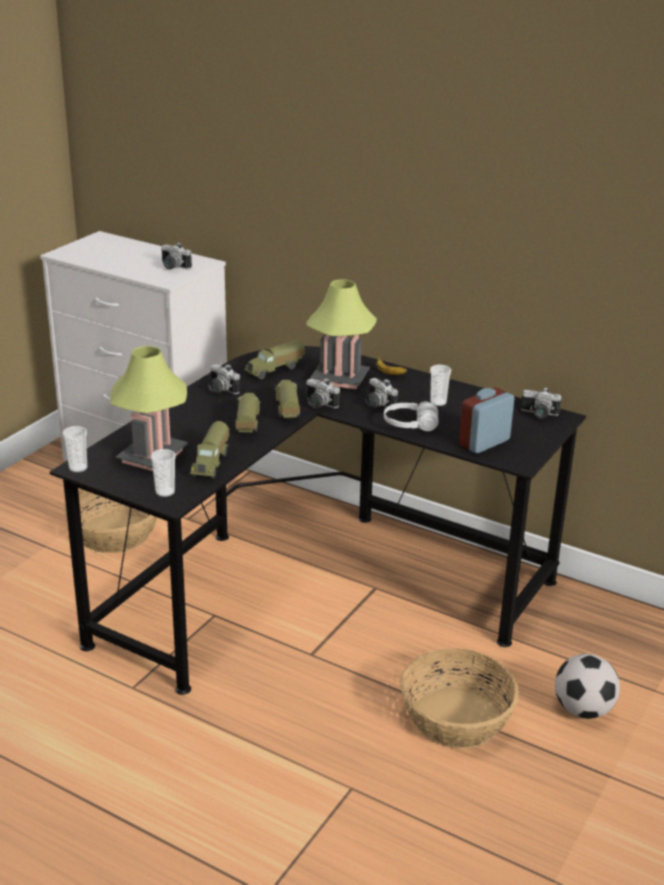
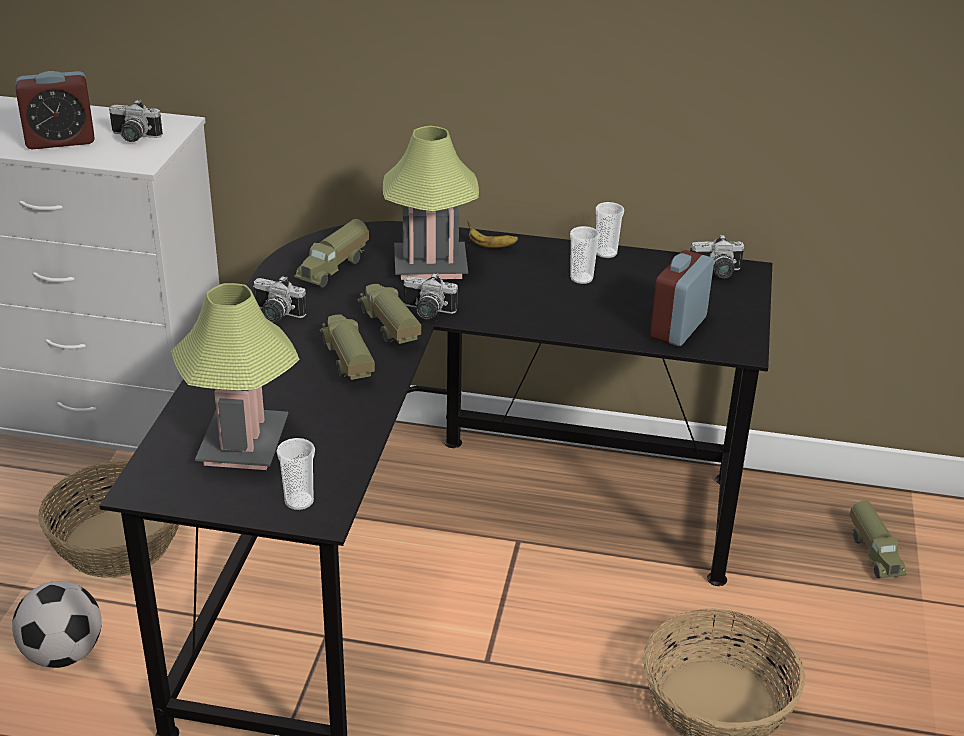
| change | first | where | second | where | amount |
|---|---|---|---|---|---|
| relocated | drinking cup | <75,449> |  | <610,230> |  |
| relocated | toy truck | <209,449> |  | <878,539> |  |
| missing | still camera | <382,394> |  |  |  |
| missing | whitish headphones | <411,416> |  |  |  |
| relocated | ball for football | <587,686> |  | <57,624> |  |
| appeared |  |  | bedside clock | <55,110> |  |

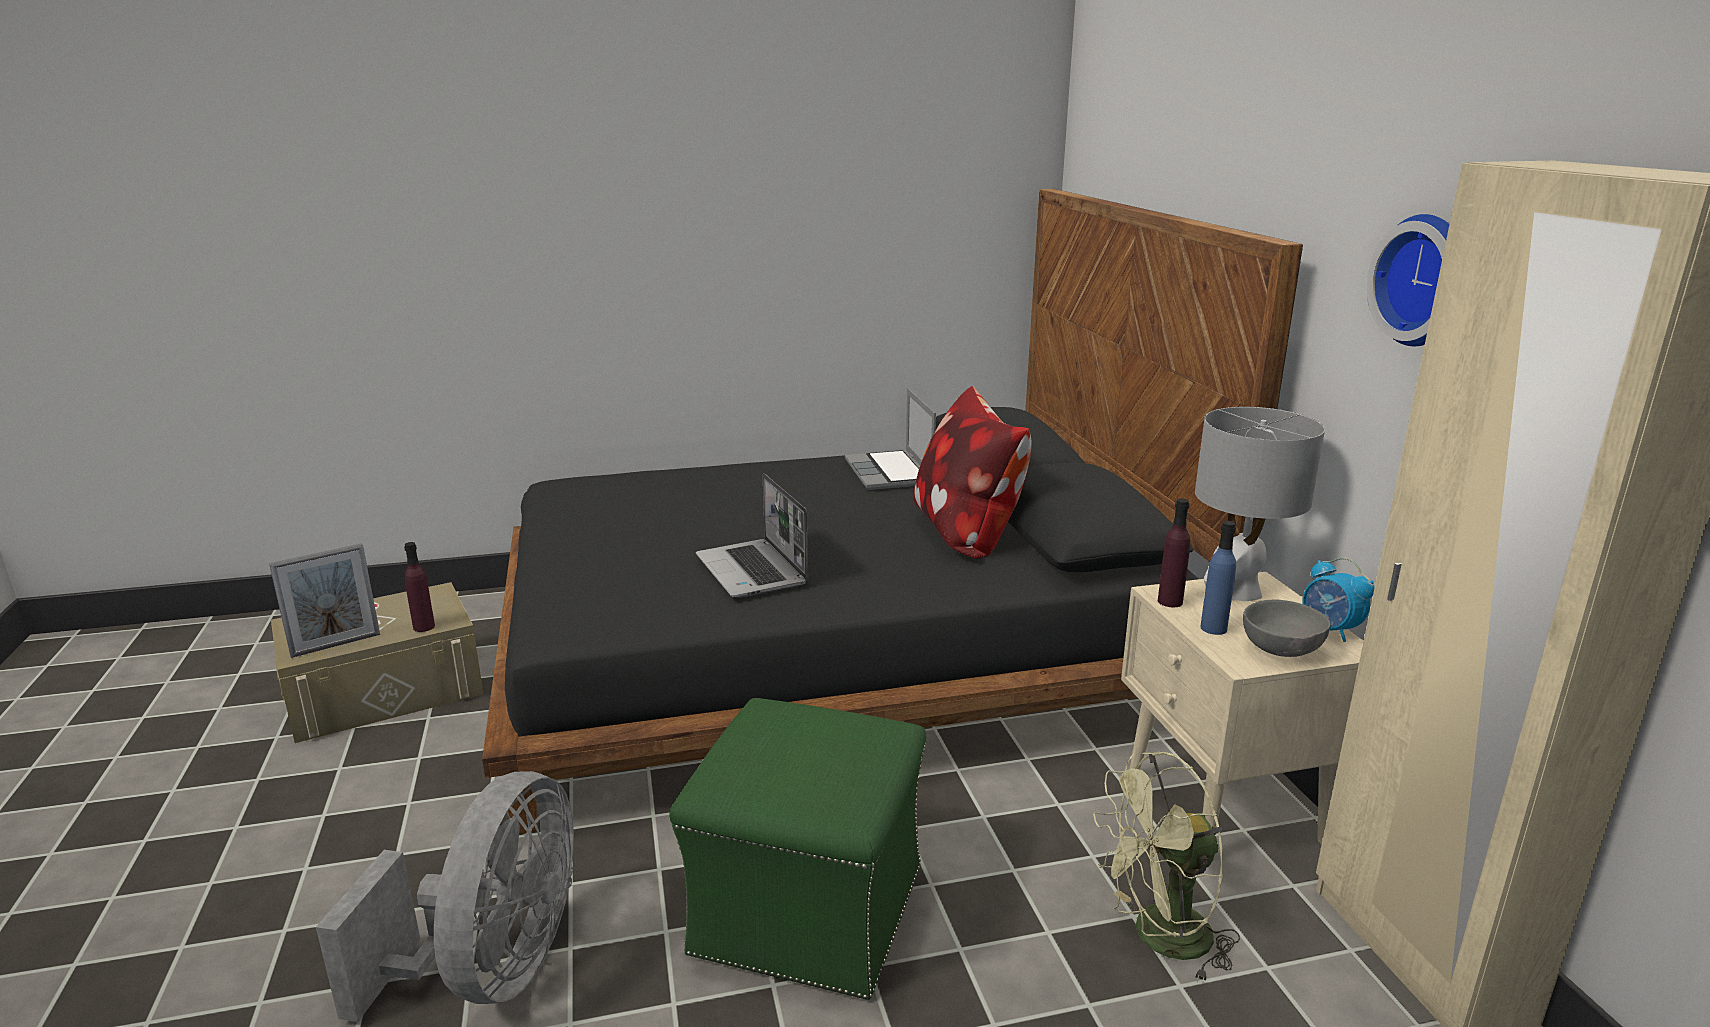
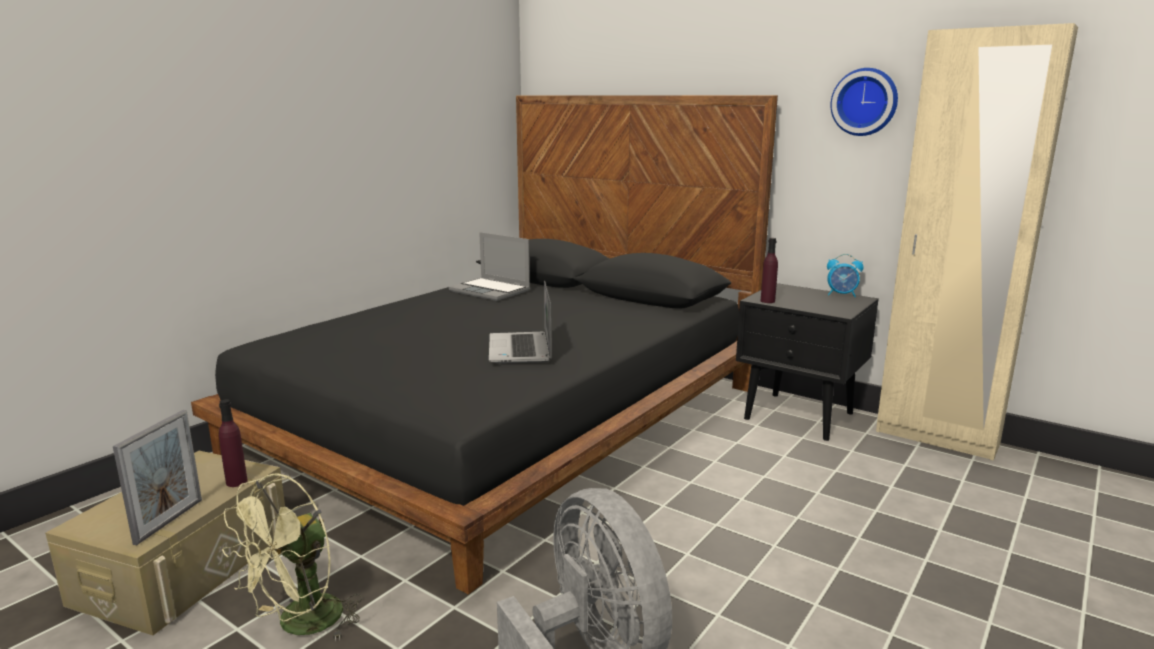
| change | first | where | second | where | amount |
|---|---|---|---|---|---|
| missing | green-coloured pouffe | <797,849> |  |  |  |
| spun | portable computer | <752,535> |  | <520,322> | 60 degrees clockwise |
| missing | pillow | <972,472> |  |  |  |
| relocated | green-coloured electric fan | <1166,867> |  | <292,557> |  |
| colour | sand-coloured bedside table | <1242,708> | black-coloured bedside table | <807,362> |  |
| missing | gray lamp for a table | <1260,504> |  |  |  |
| missing | blue-coloured drink bottle | <1218,578> |  |  |  |
| missing | gray serving bowl | <1287,628> |  |  |  |

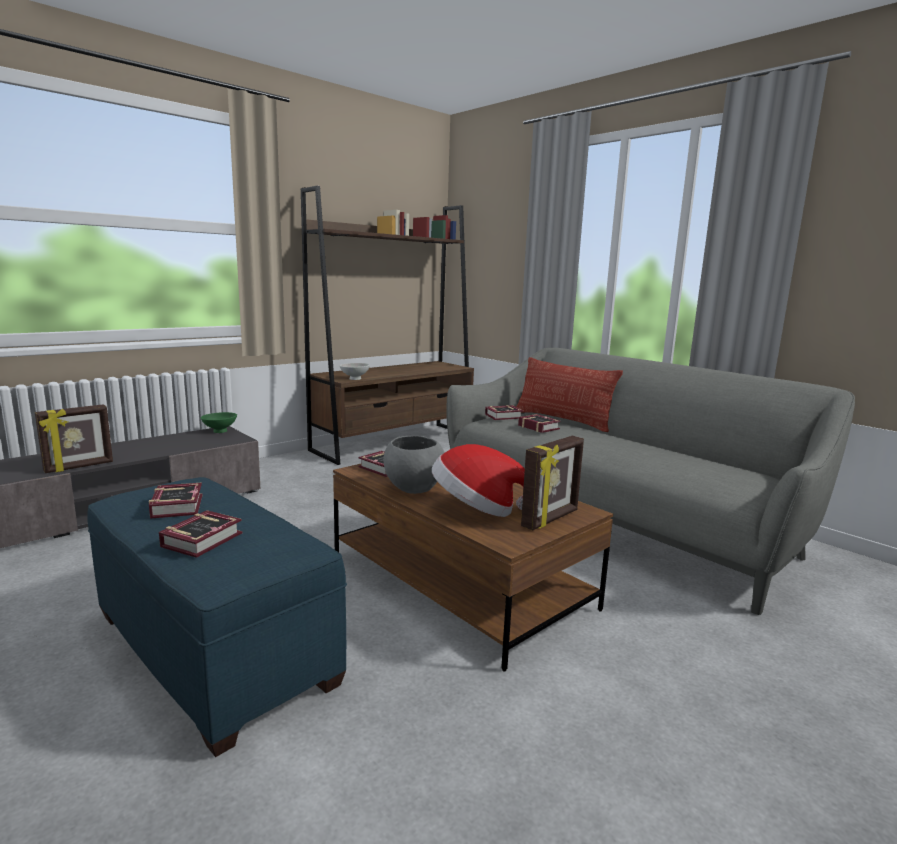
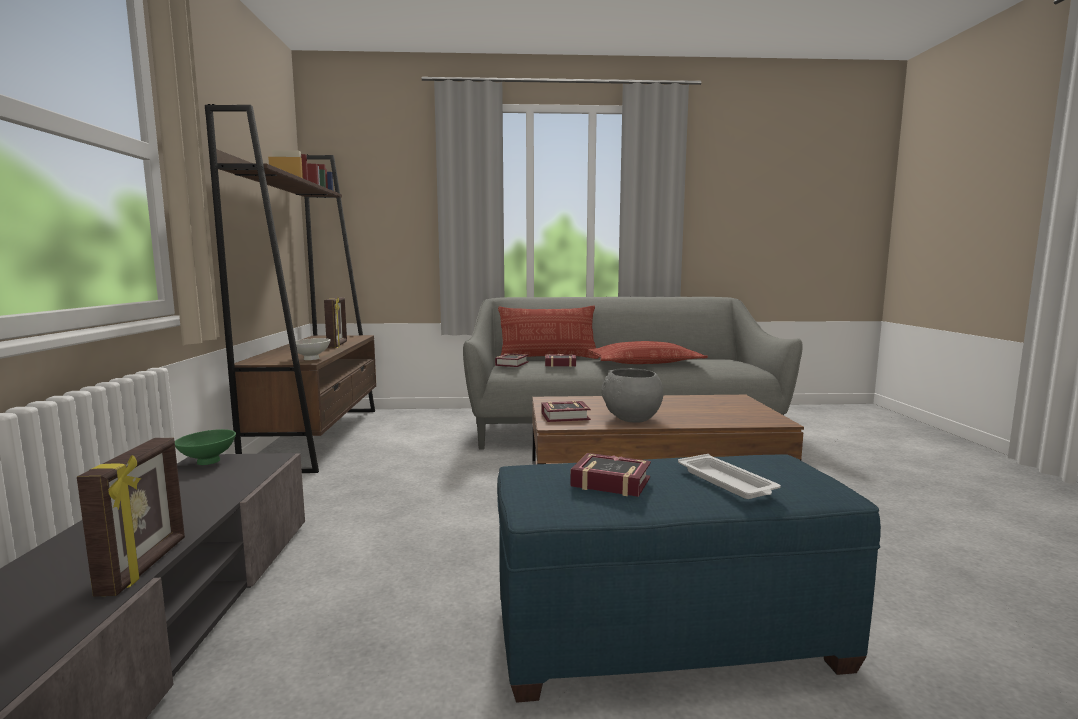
| change | first | where | second | where | amount |
|---|---|---|---|---|---|
| exchanged | book | <200,534> | whitish tray | <729,476> |  |
| missing | clothing hat | <478,480> |  |  |  |
| relocated | photo frame | <552,483> |  | <335,322> |  |
| appeared |  |  | pillow | <648,352> |  |

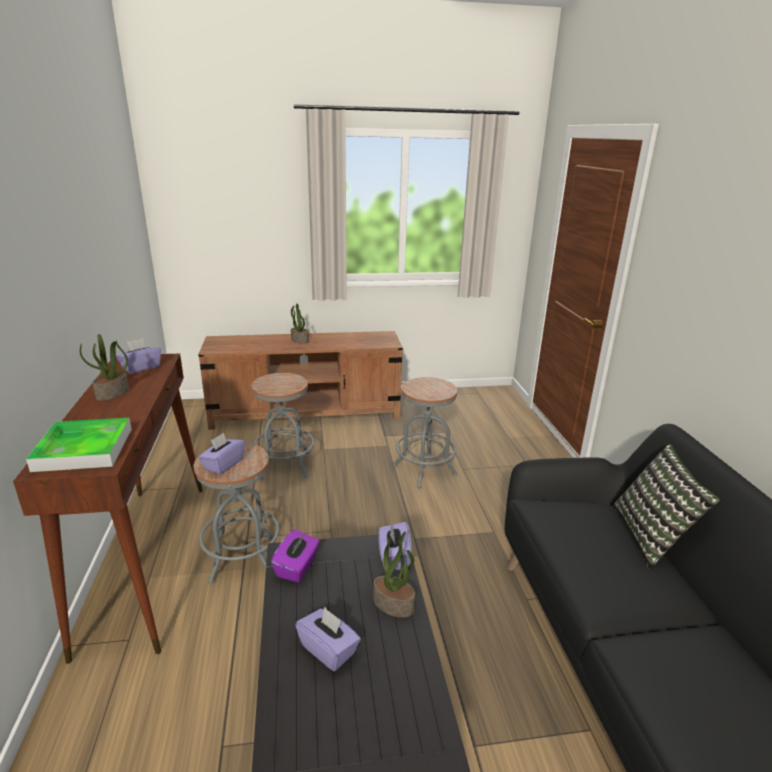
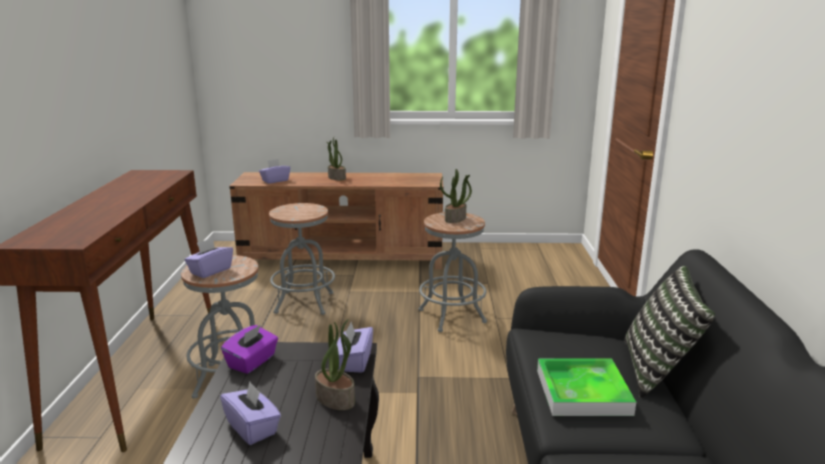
| change | first | where | second | where | amount |
|---|---|---|---|---|---|
| relocated | tray | <79,445> |  | <586,387> |  |
| relocated | houseplant | <104,367> |  | <456,196> |  |
| relocated | purple-coloured box of tissues | <138,356> |  | <274,171> |  |

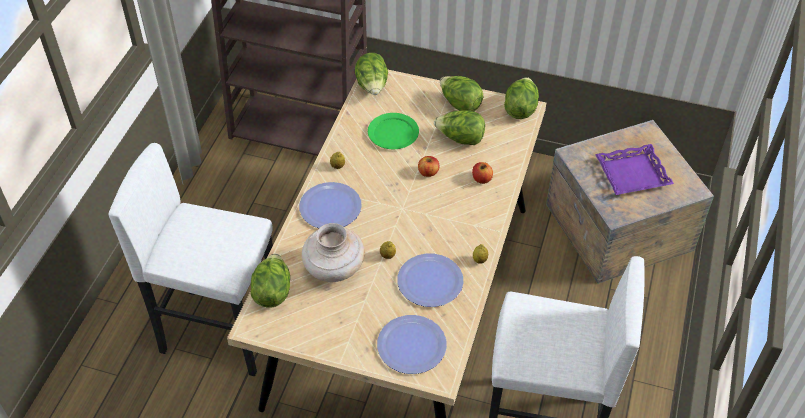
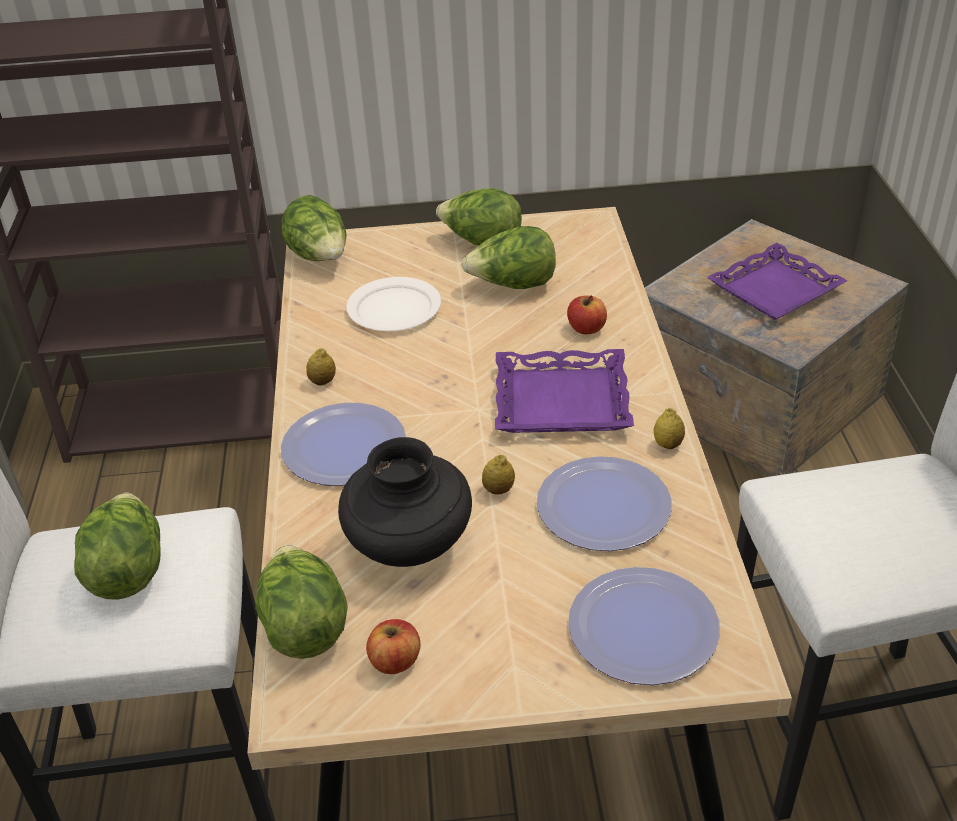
| change | first | where | second | where | amount |
|---|---|---|---|---|---|
| colour | sand-coloured vase | <333,252> | black-coloured vase | <405,502> |  |
| colour | green-coloured plate | <393,131> | whitish plate | <393,304> |  |
| relocated | apple | <428,166> |  | <393,646> |  |
| relocated | lettuce | <521,98> |  | <117,546> |  |
| appeared |  |  | purple-coloured tray | <564,391> |  |

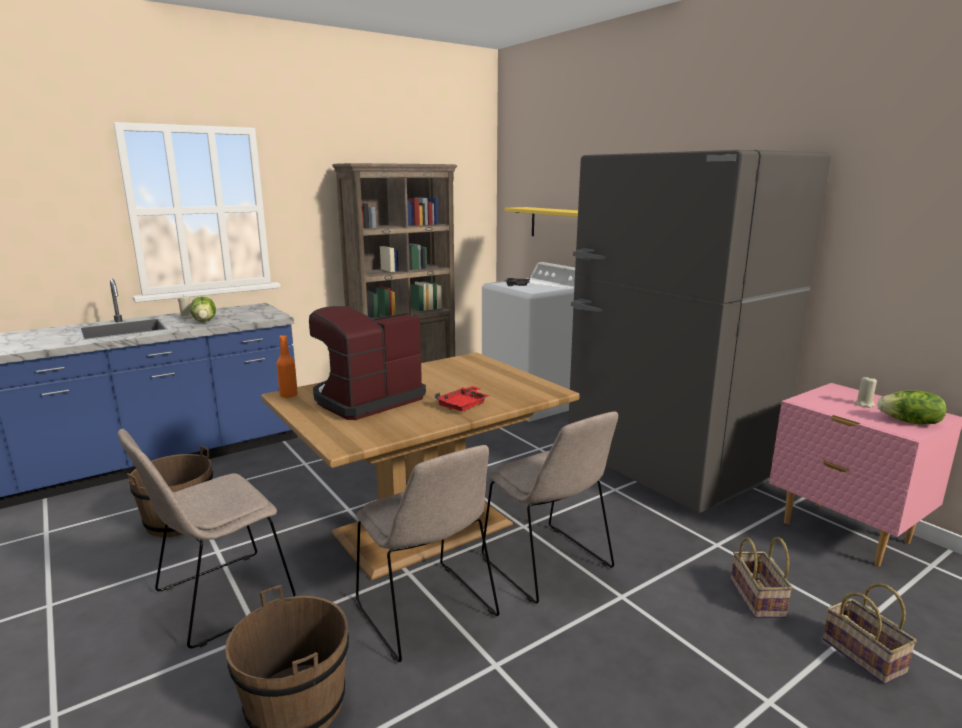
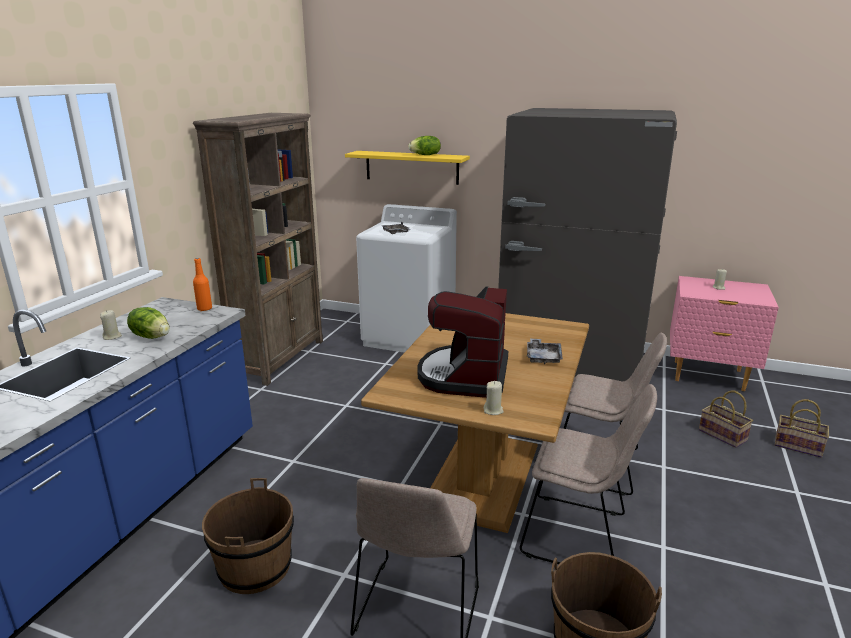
| change | first | where | second | where | amount |
|---|---|---|---|---|---|
| relocated | orange-coloured drink bottle | <287,366> |  | <202,284> |  |
| colour | reddish tray | <462,398> | gray tray | <545,351> |  |
| relocated | lettuce | <912,407> |  | <424,145> |  |
| appeared |  |  | sand-coloured wax light | <494,398> |  |

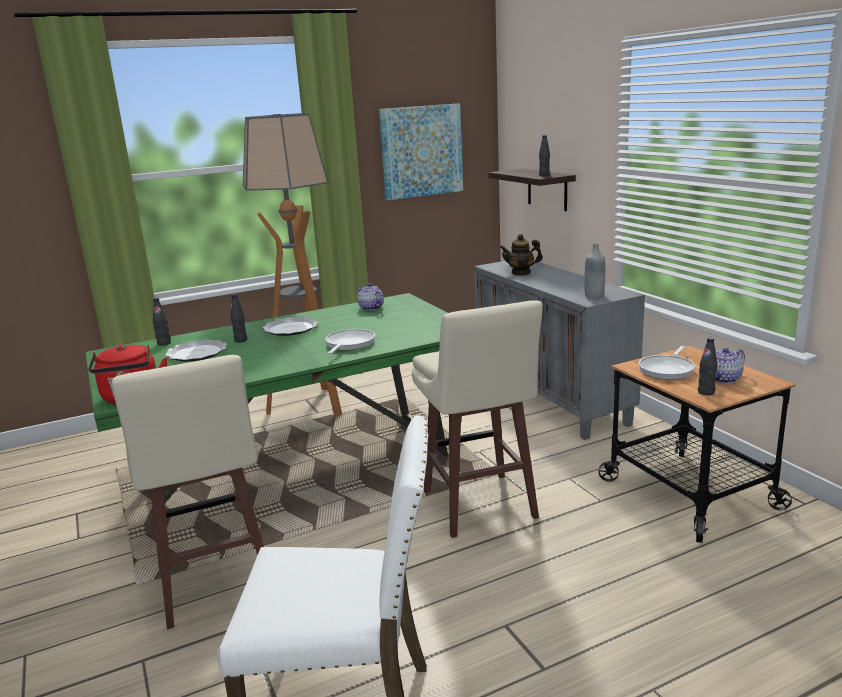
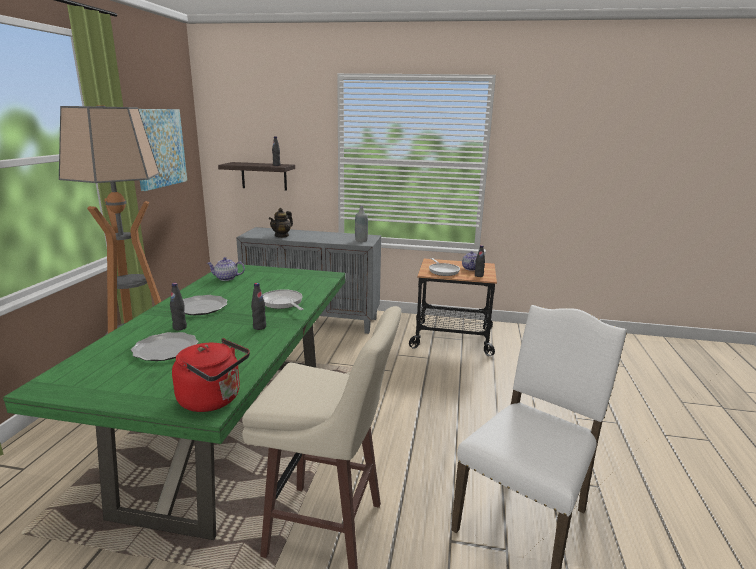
| change | first | where | second | where | amount |
|---|---|---|---|---|---|
| relocated | black-coloured drink bottle | <162,322> |  | <258,306> |  |
| missing | sand-coloured stool seat | <477,419> |  |  |  |

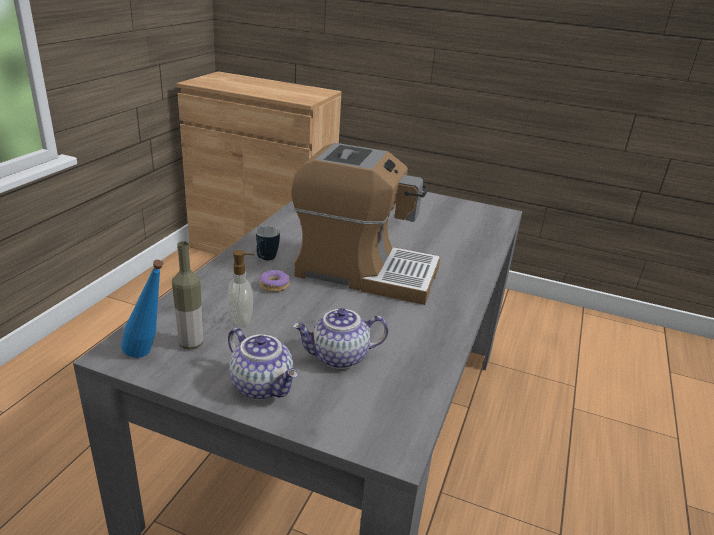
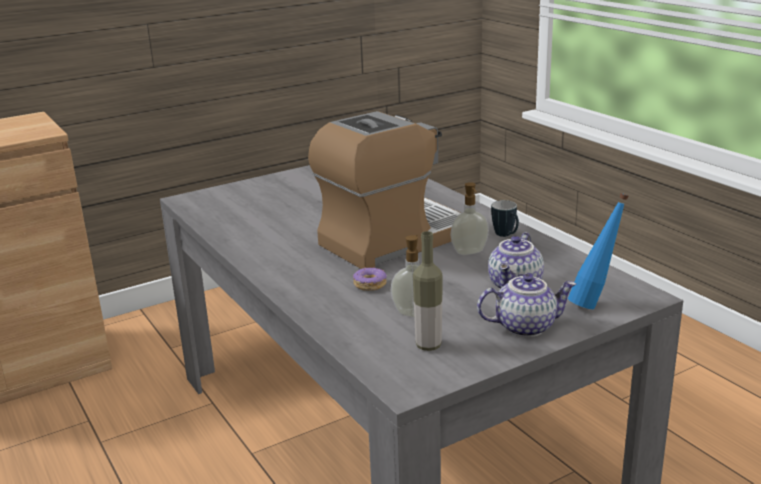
| change | first | where | second | where | amount |
|---|---|---|---|---|---|
| relocated | blue-coloured drink bottle | <142,309> |  | <598,251> |  |
| relocated | tea mug | <268,243> |  | <505,218> |  |
| appeared |  |  | liquid soap bottle | <470,218> |  |

